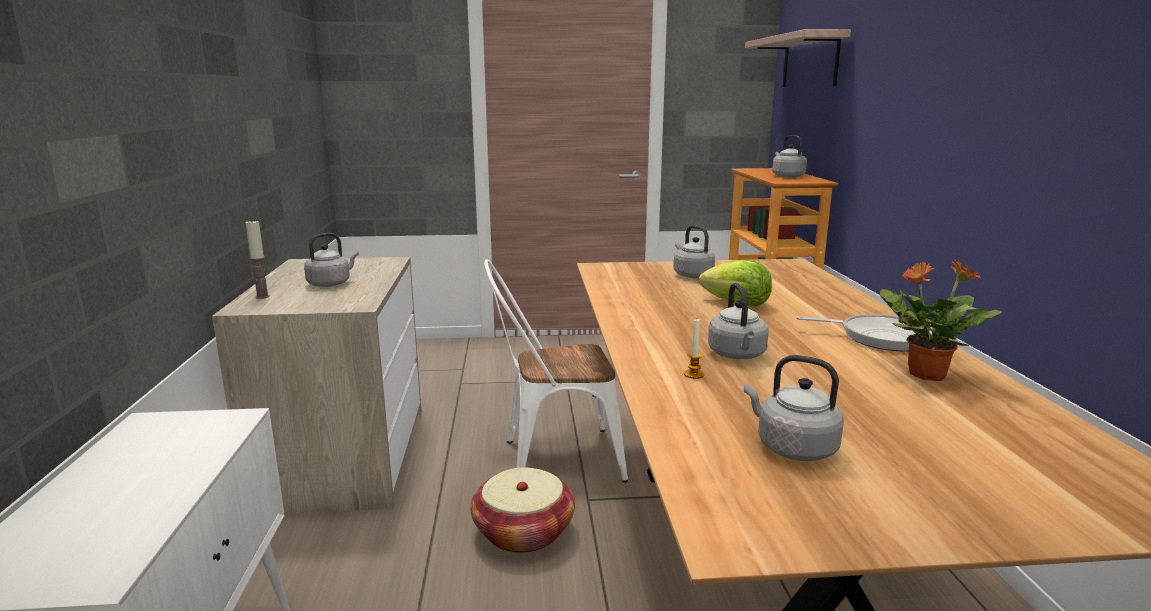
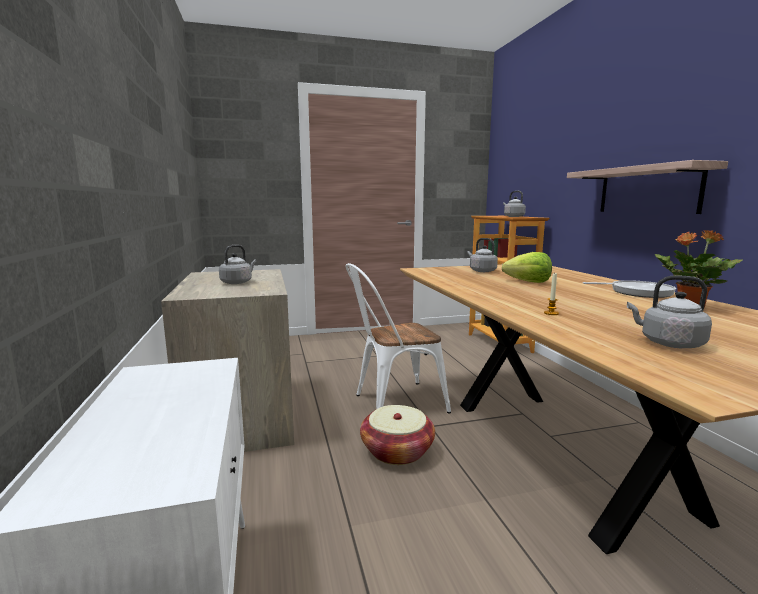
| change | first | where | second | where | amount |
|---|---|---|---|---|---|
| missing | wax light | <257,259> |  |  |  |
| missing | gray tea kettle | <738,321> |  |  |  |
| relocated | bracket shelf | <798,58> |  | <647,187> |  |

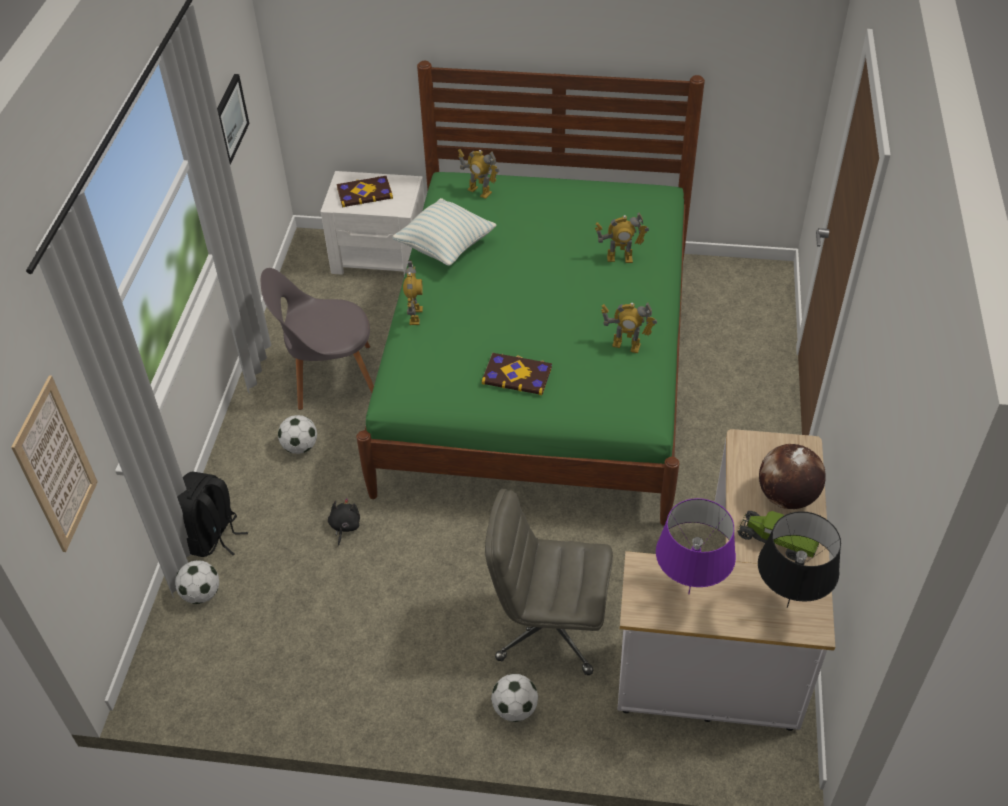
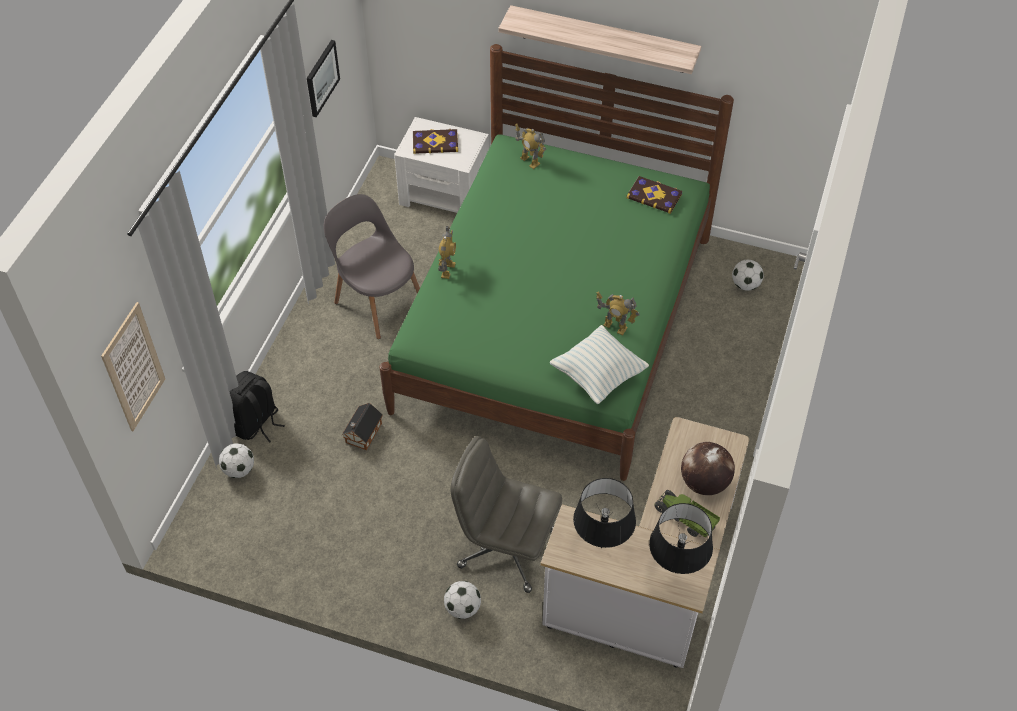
| change | first | where | second | where | amount |
|---|---|---|---|---|---|
| spun | gray chair | <317,339> |  | <372,266> | 45 degrees clockwise |
| relocated | ball for football | <297,434> |  | <748,275> |  |
| exchanged | black-coloured cuddly toy | <344,522> | toy house | <362,426> |  |
| relocated | pillow | <444,232> |  | <599,364> |  |
| relocated | book | <517,374> |  | <654,195> |  |
| missing | model robot | <622,238> |  |  |  |
| colour | purple-coloured lamp for a table | <696,546> | black-coloured lamp for a table | <604,513> |  |
| appeared |  |  | bracket shelf | <599,39> |  |

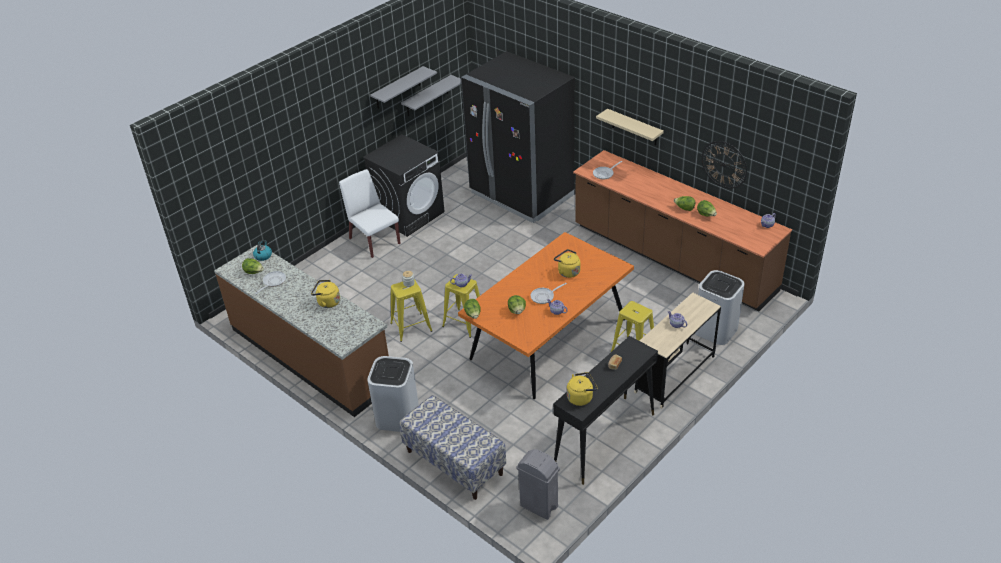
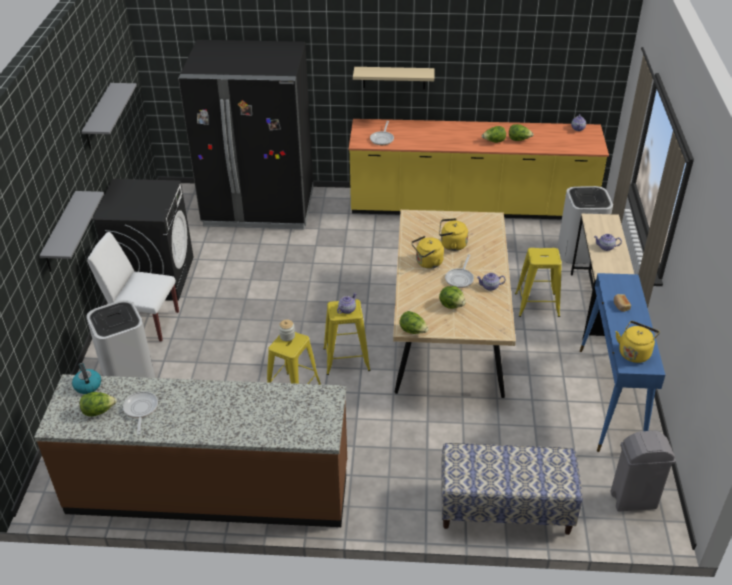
| change | first | where | second | where | amount |
|---|---|---|---|---|---|
| relocated | yellow-coloured tea kettle | <325,294> |  | <427,252> |  |
| relocated | whitish rubbish bin | <393,394> |  | <120,339> |  |
| relocated | gray bracket shelf | <431,95> |  | <71,231> |  |
| colour | orange-coloured kitchen table | <546,315> | sand-coloured kitchen table | <454,304> |  |
| colour | black-coloured narrow table | <605,410> | blue-coloured narrow table | <622,362> |  |
| colour | brown-coloured kitchen counter | <682,230> | yellow-coloured kitchen counter | <479,169> |  |
| missing | clock on the wall | <724,165> |  |  |  |

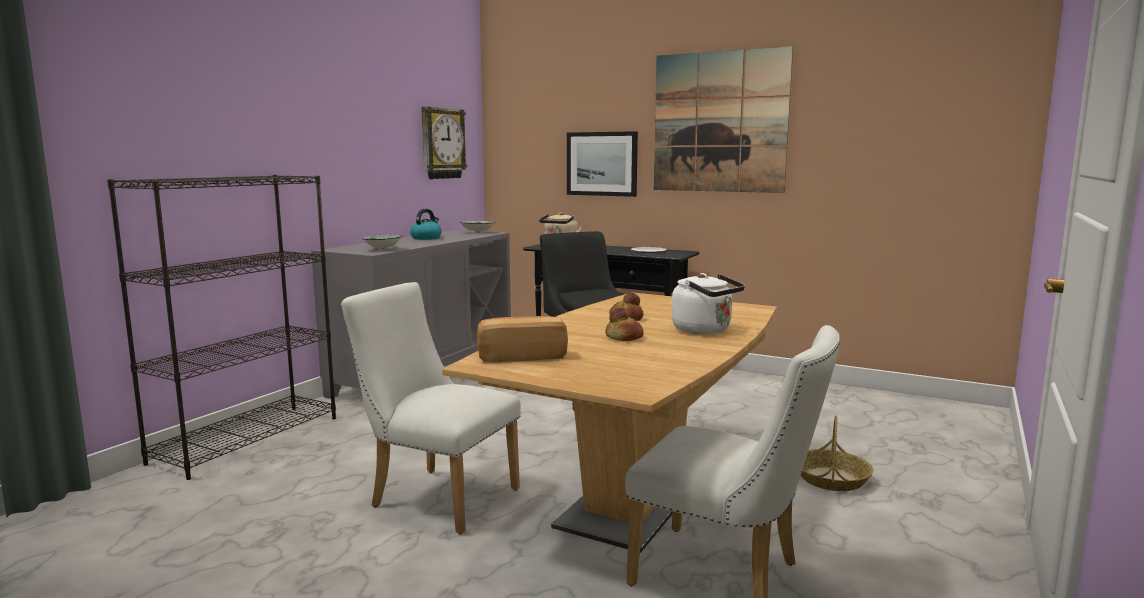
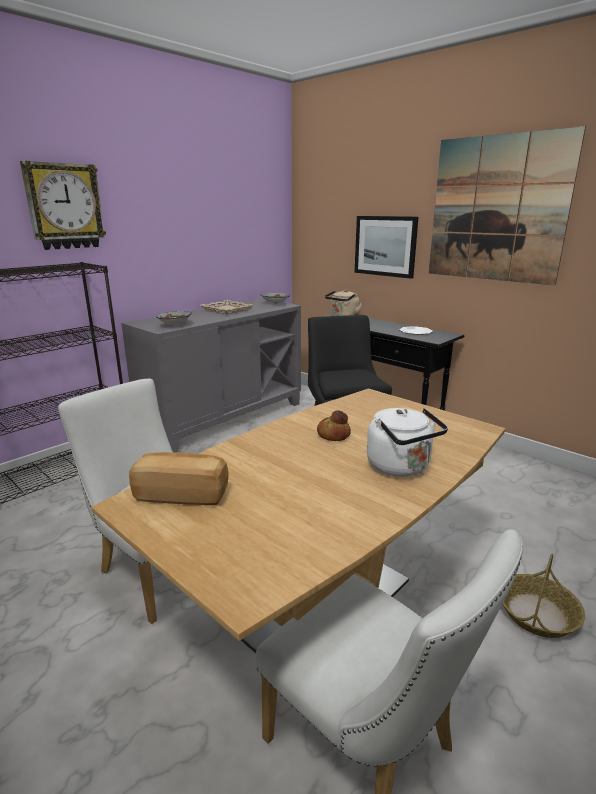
| change | first | where | second | where | amount |
|---|---|---|---|---|---|
| exchanged | tea kettle | <426,224> | sand-coloured tray | <226,307> |  |
| relocated | clock on the wall | <444,143> |  | <63,205> |  |
| missing | bread | <624,324> |  |  |  |

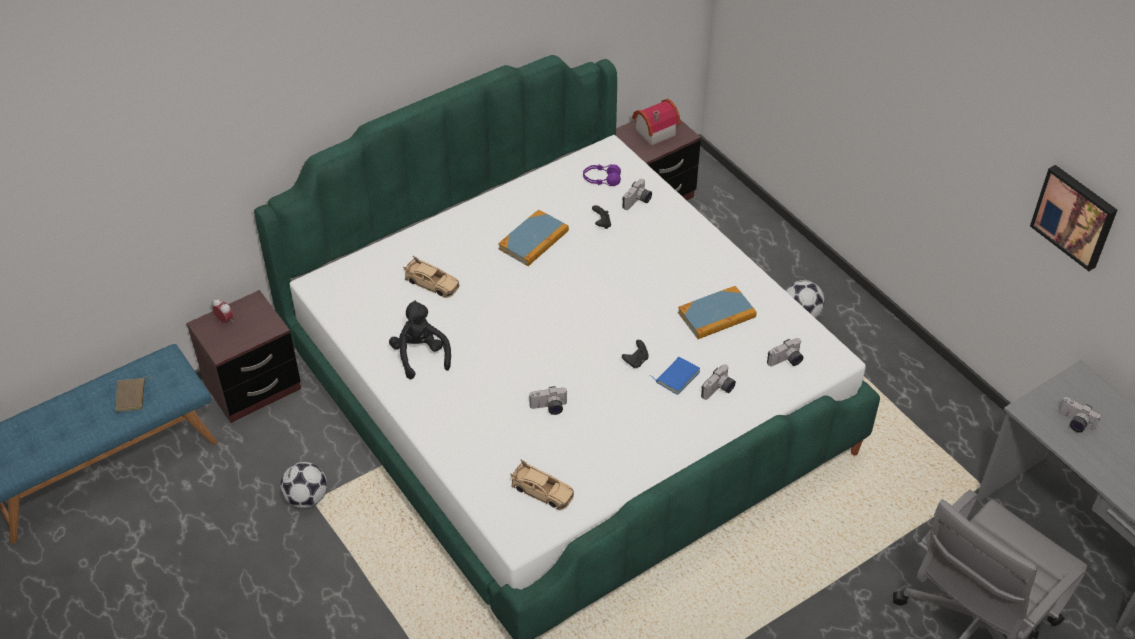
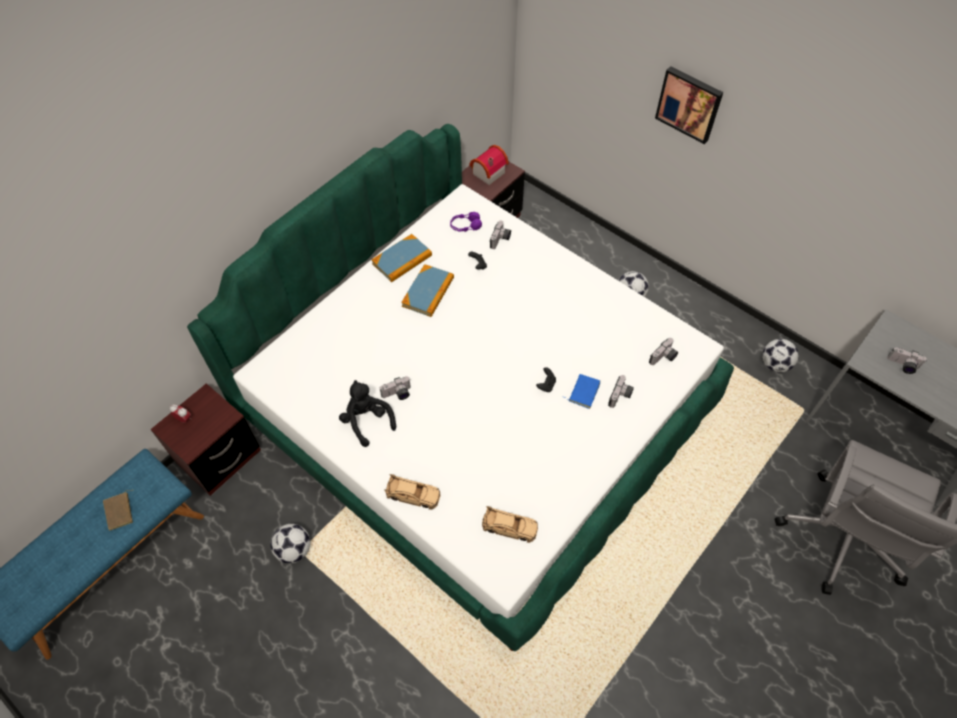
| change | first | where | second | where | amount |
|---|---|---|---|---|---|
| relocated | sand-coloured model car | <431,277> |  | <412,492> |  |
| relocated | still camera | <548,400> |  | <395,388> |  |
| relocated | book | <717,312> |  | <402,258> |  |
| relocated | wall art | <1073,218> |  | <689,105> |  |
| appeared |  |  | ball for football | <781,355> |  |

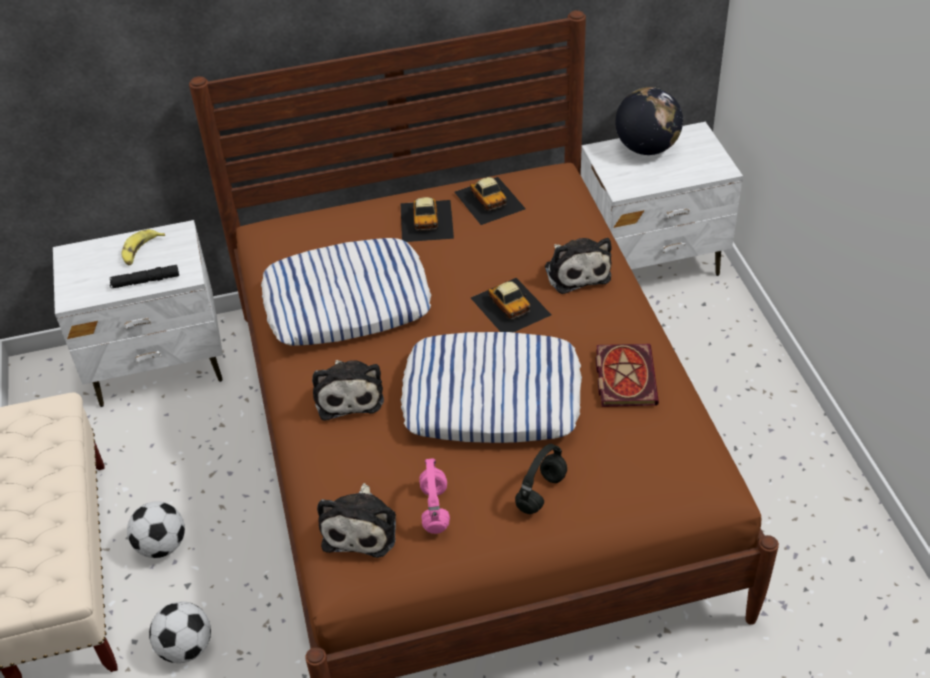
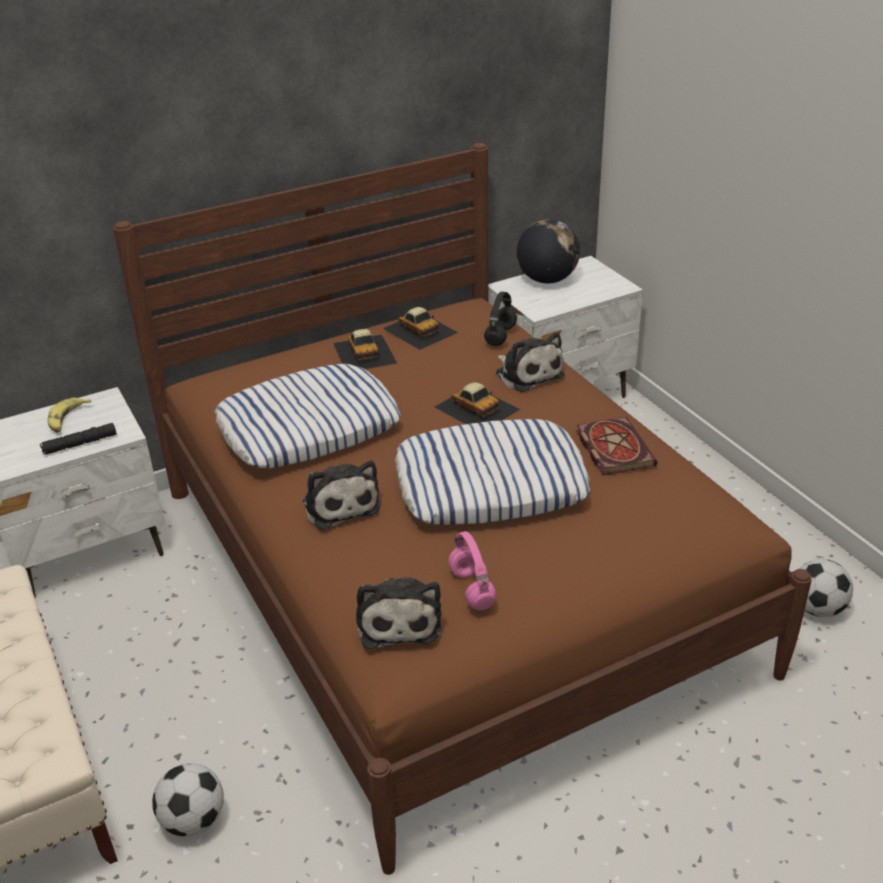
| change | first | where | second | where | amount |
|---|---|---|---|---|---|
| relocated | ball for football | <156,529> |  | <826,588> |  |
| relocated | black-coloured headphones | <541,479> |  | <500,319> |  |

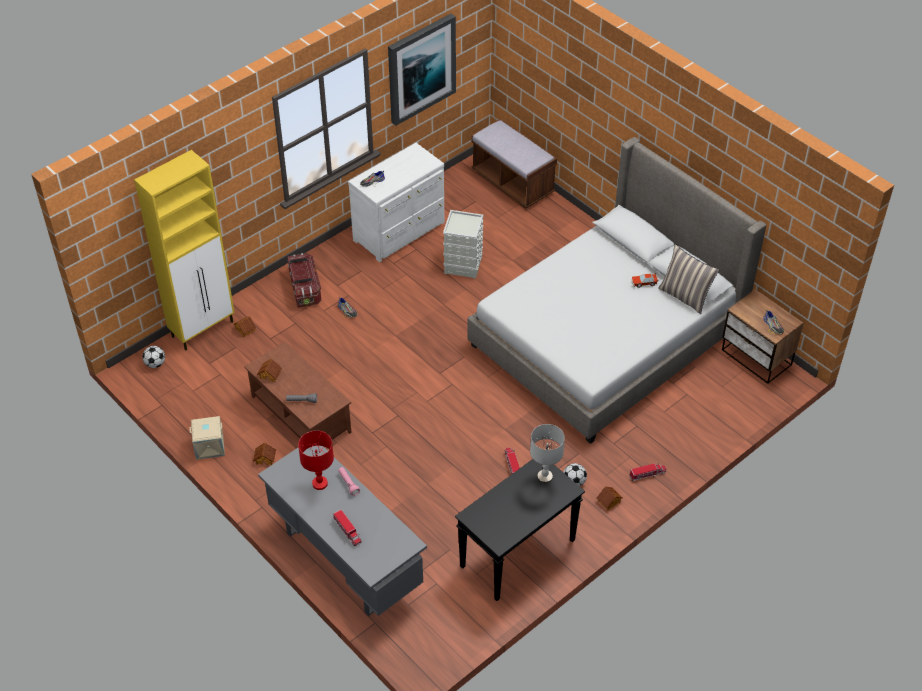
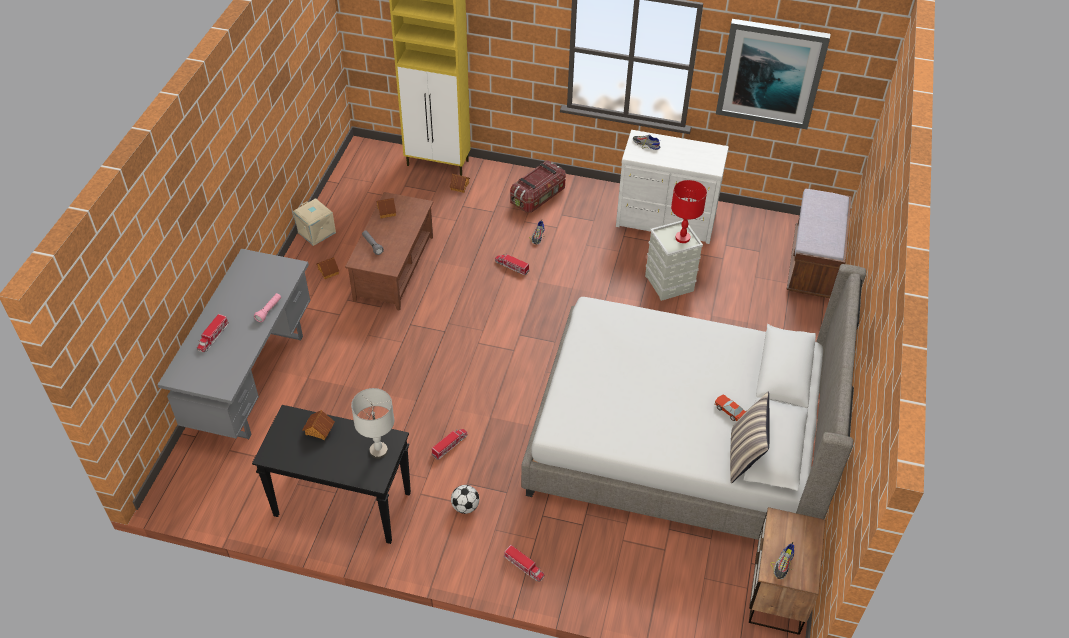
| change | first | where | second | where | amount |
|---|---|---|---|---|---|
| missing | ball for football | <153,357> |  |  |  |
| relocated | reddish lamp for a table | <316,460> |  | <689,211> |  |
| relocated | toy house | <610,498> |  | <318,425> |  |
| appeared |  |  | toy truck | <512,264> |  |

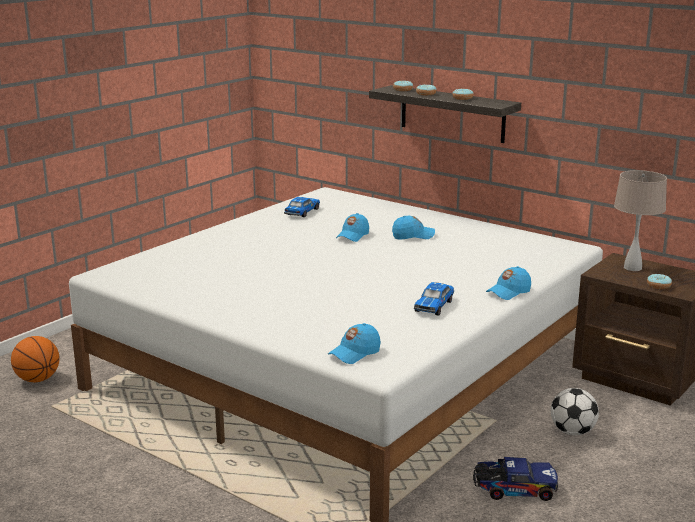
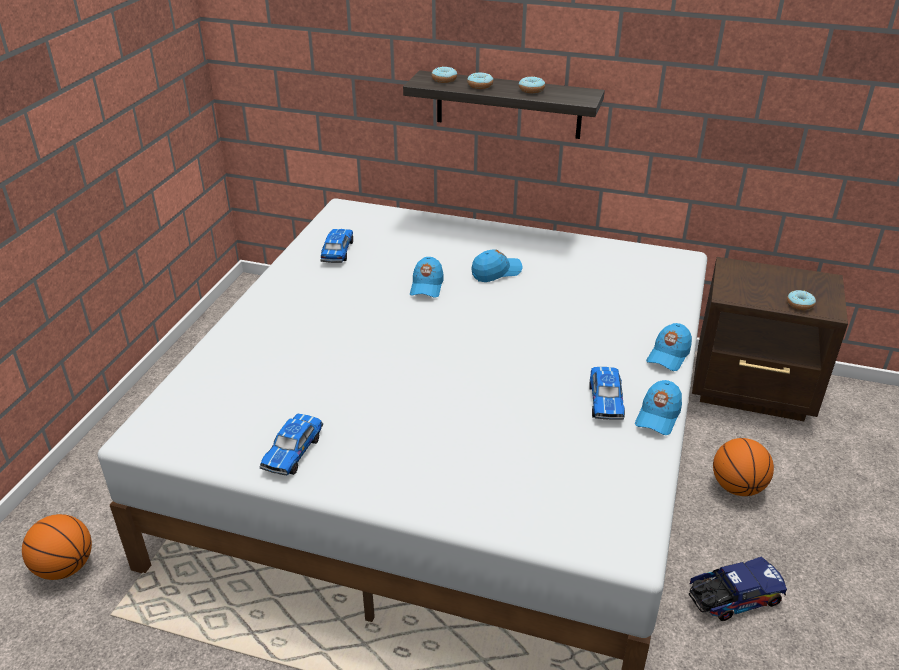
| change | first | where | second | where | amount |
|---|---|---|---|---|---|
| relocated | blue-coloured baseball cap | <354,343> |  | <658,407> |  |
| exchanged | ball for football | <575,411> | ball for basketball | <743,467> |  |
| missing | sand-coloured lamp for a table | <640,220> |  |  |  |
| appeared |  |  | model car | <291,445> |  |

